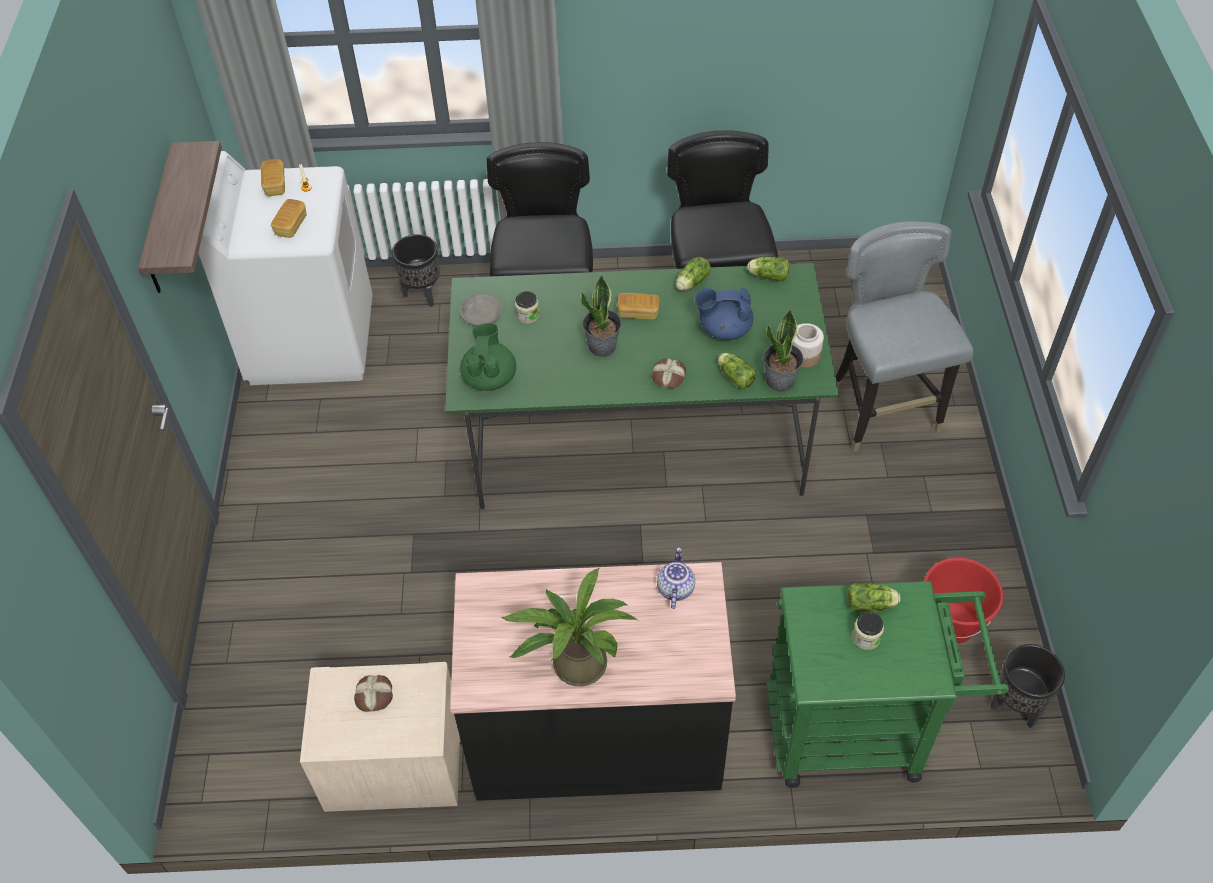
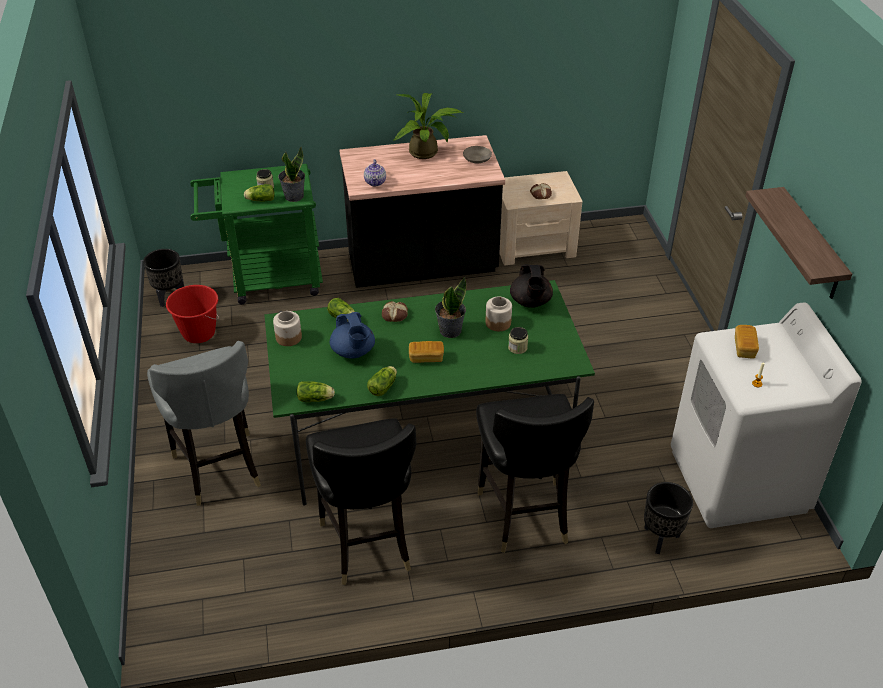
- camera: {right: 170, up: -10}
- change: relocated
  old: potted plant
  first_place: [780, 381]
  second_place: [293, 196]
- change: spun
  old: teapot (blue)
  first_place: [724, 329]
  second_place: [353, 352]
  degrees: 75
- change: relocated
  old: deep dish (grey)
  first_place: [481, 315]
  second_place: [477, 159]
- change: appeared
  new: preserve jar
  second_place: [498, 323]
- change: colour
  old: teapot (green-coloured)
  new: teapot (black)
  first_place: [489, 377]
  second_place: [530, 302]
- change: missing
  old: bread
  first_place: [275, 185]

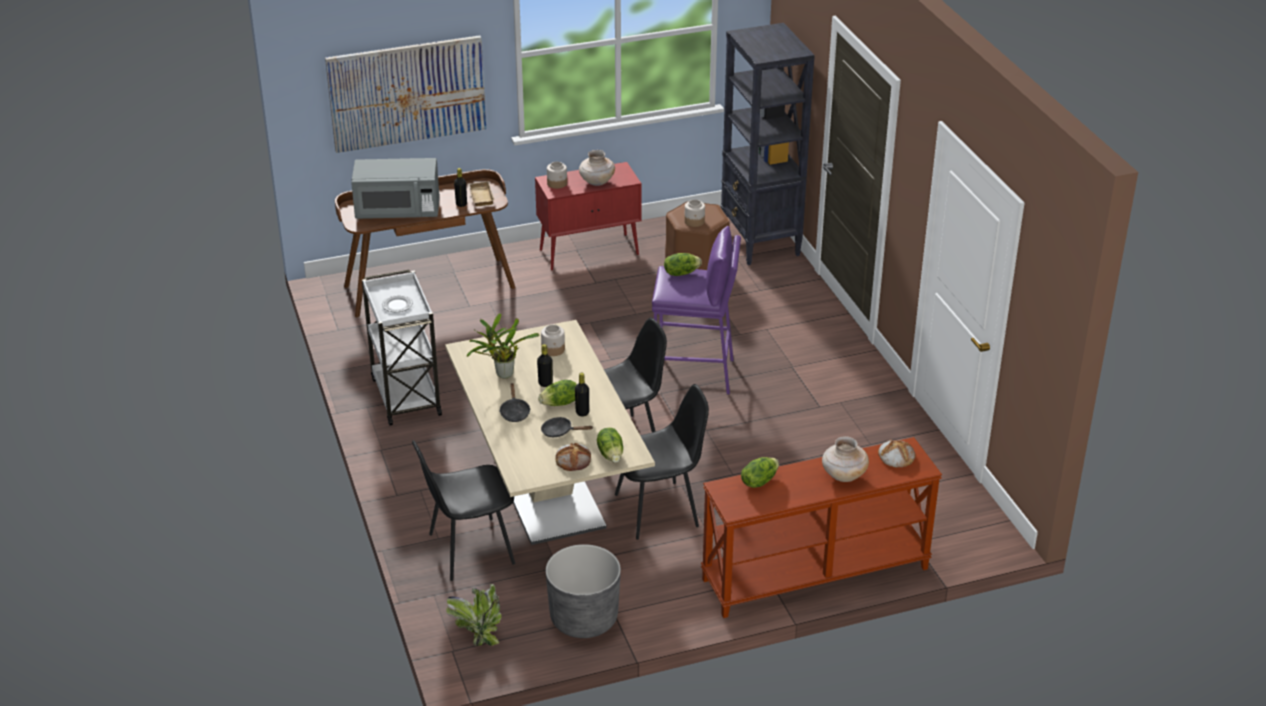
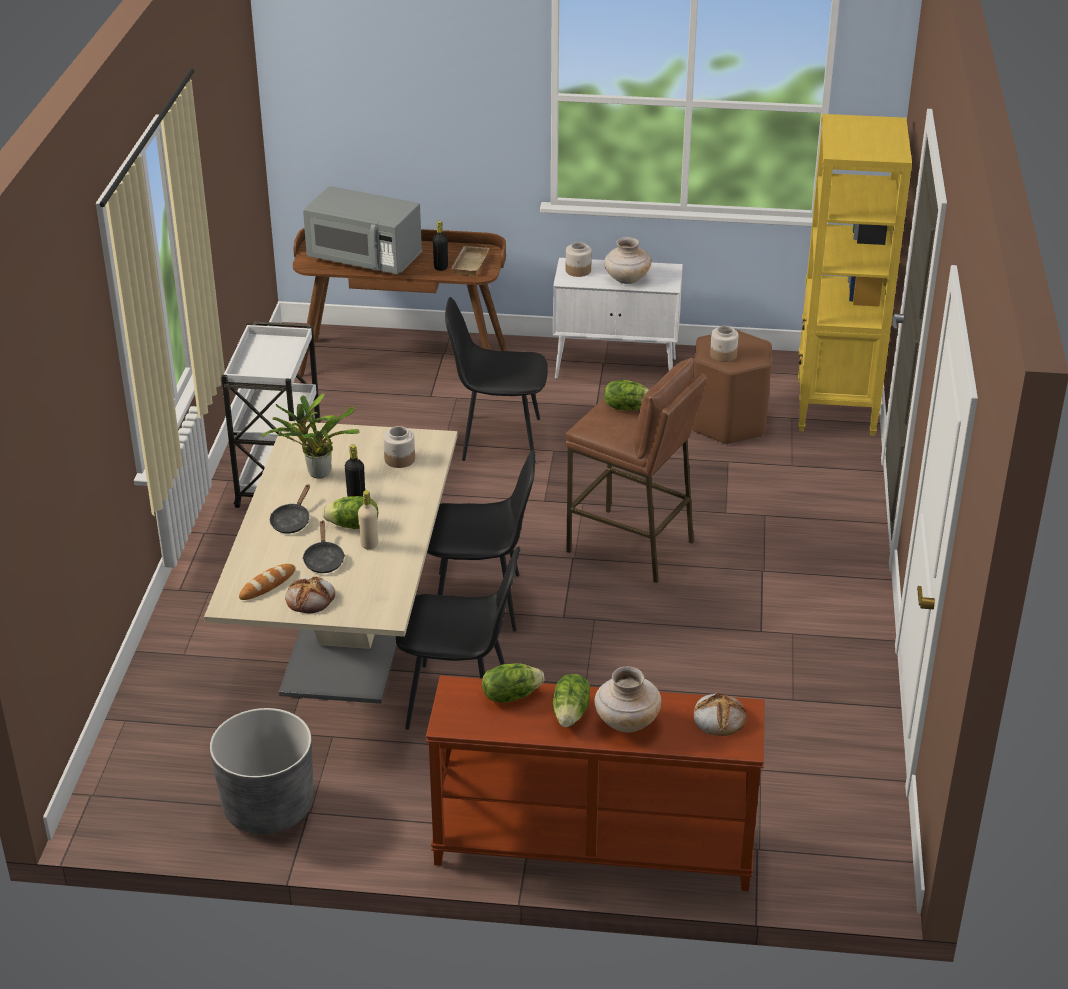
- camera: {right: 25, up: 0}
- change: appeared
  new: bread
  second_place: [267, 585]
- change: spun
  old: skillet (black)
  first_place: [560, 432]
  second_place: [323, 560]
  degrees: -135
- change: colour
  old: beverage bottle (black)
  new: beverage bottle (beige)
  first_place: [582, 412]
  second_place: [369, 544]
- change: relocated
  old: chair (black)
  first_place: [469, 549]
  second_place: [498, 439]
- change: colour
  old: cabinet (red)
  new: cabinet (whitish)
  first_place: [590, 252]
  second_place: [617, 369]
- change: relocated
  old: lettuce
  first_place: [611, 454]
  second_place: [571, 713]
- change: colour
  old: stool seat (purplish)
  new: stool seat (brownish)
  first_place: [694, 375]
  second_place: [631, 546]
- change: colour
  old: bookshelf (black)
  new: bookshelf (yellow-coloured)
  first_place: [760, 243]
  second_place: [835, 408]
- change: missing
  old: wall art
  first_place: [407, 93]
- change: missing
  old: dinner plate
  first_place: [397, 305]
- change: missing
  old: potted plant
  first_place: [478, 631]

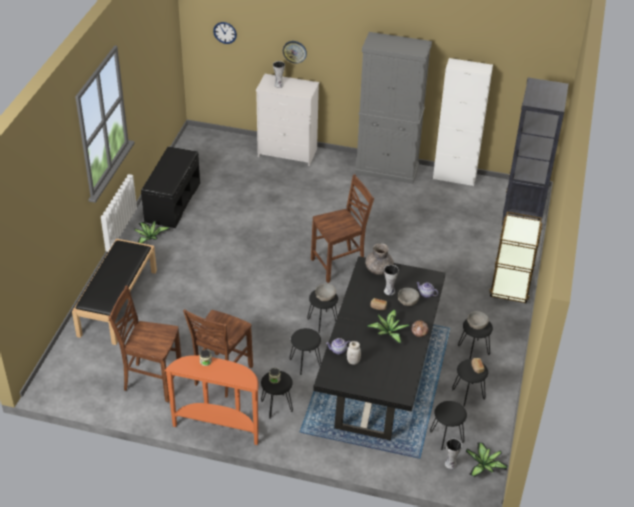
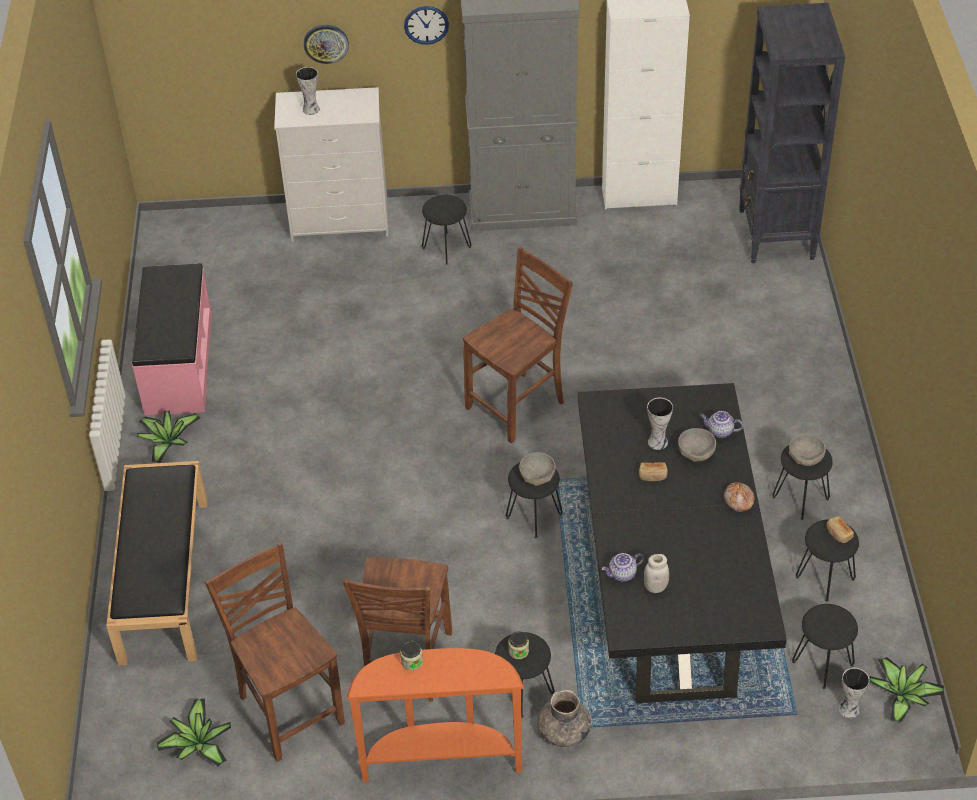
- camera: {right: -15, up: 5}
- change: colour
  old: bench (black)
  new: bench (pink-coloured)
  first_place: [172, 202]
  second_place: [178, 365]
- change: relocated
  old: potted plant
  first_place: [388, 332]
  second_place: [197, 744]
- change: spun
  old: chair (brownish)
  first_place: [151, 381]
  second_place: [289, 709]
  degrees: 60
- change: relocated
  old: clock on the wall
  first_place: [225, 32]
  second_place: [426, 25]
- change: relocated
  old: stool seat (black)
  first_place: [305, 362]
  second_place: [446, 247]
- change: relocated
  old: vase (grey)
  first_place: [378, 269]
  second_place: [564, 731]
- change: missing
  old: cart (brownish)
  first_place: [511, 284]

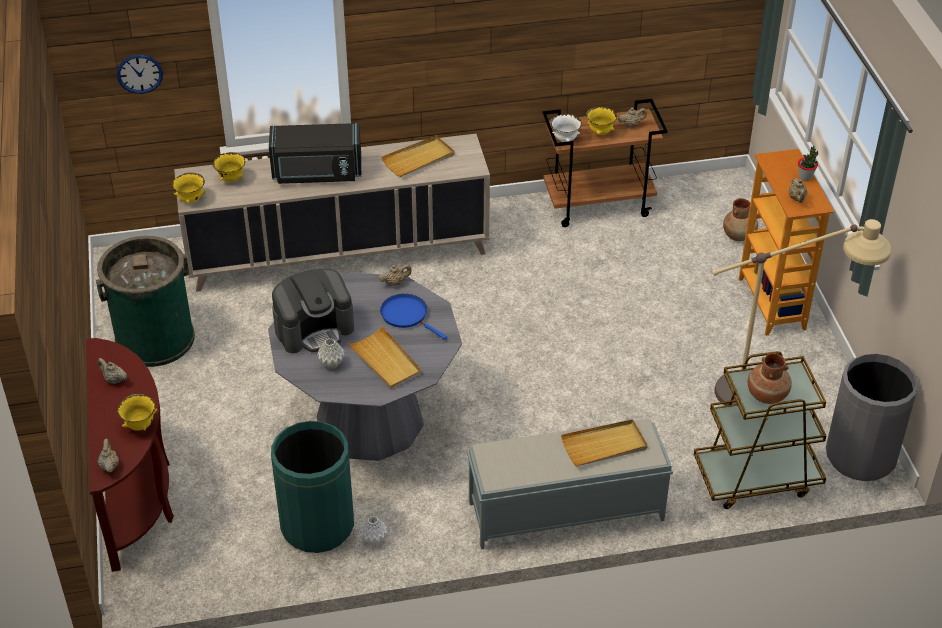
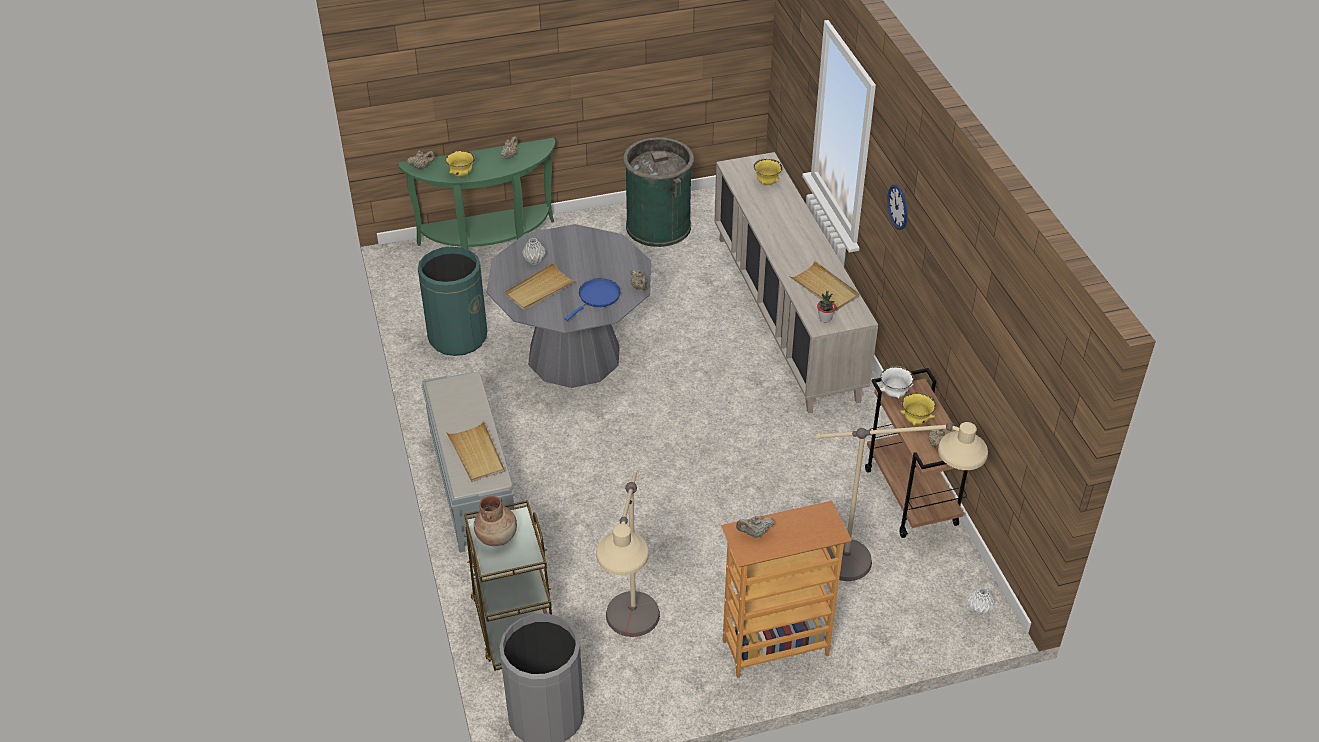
- camera: {right: 85, up: 0}
- change: colour
  old: hall table (brownish)
  new: hall table (green-coloured)
  first_place: [137, 495]
  second_place: [489, 242]
- change: appeared
  new: floor lamp (beige)
  second_place: [880, 574]
- change: relocated
  old: potted plant
  first_place: [805, 177]
  second_place: [825, 318]
- change: relocated
  old: clock on the wall
  first_place: [139, 73]
  second_place: [898, 207]
- change: relocated
  old: vase (whitish)
  first_place: [373, 539]
  second_place: [979, 609]
- change: missing
  old: deep dish (yellow-coloured)
  first_place: [191, 200]
- change: missing
  old: kitchen microwave (black)
  first_place: [317, 173]
- change: missing
  old: coffee machine
  first_place: [314, 329]
- change: missing
  old: vase (brownish)
  first_place: [739, 235]

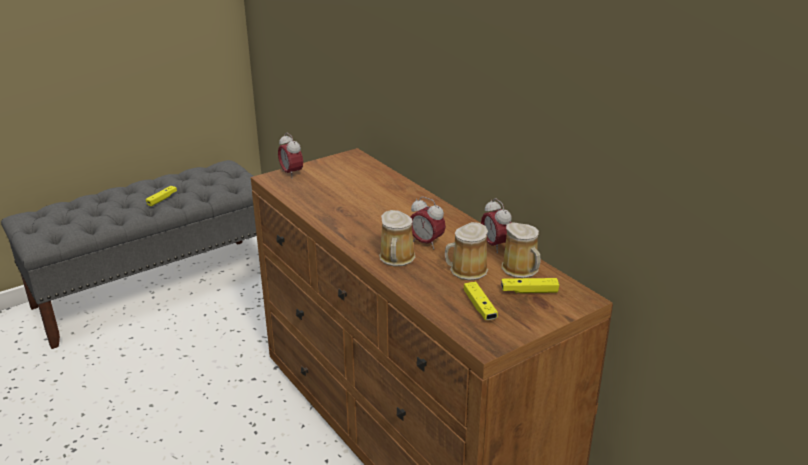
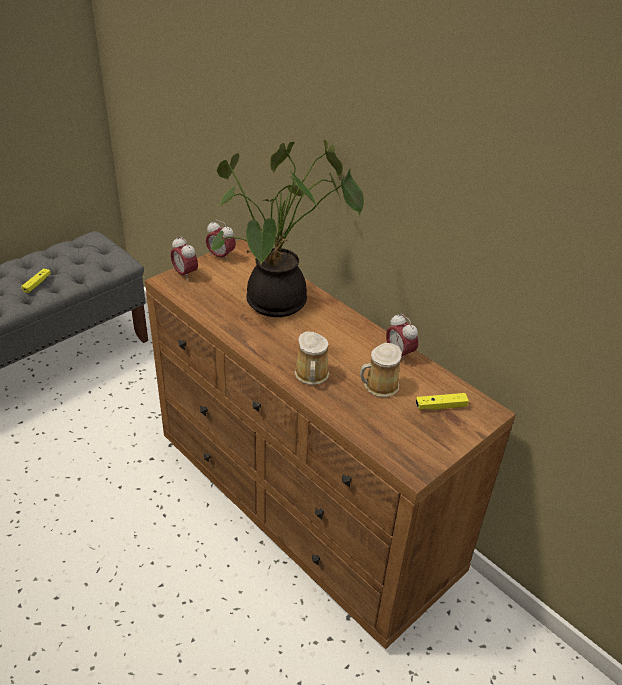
- camera: {right: -10, up: 10}
- change: relocated
  old: bedside clock
  first_place: [426, 243]
  second_place: [221, 256]
- change: appeared
  new: potted plant
  second_place: [277, 305]
- change: missing
  old: joypad (yellow-coloured)
  first_place: [479, 307]
- change: missing
  old: mug
  first_place: [521, 270]

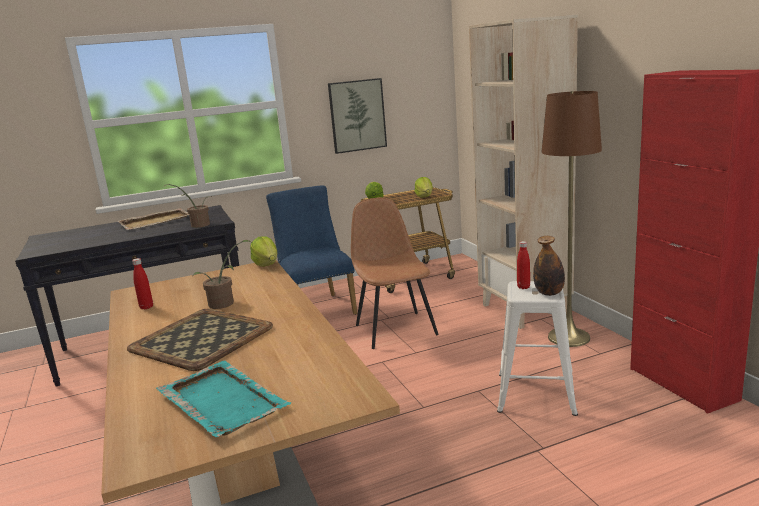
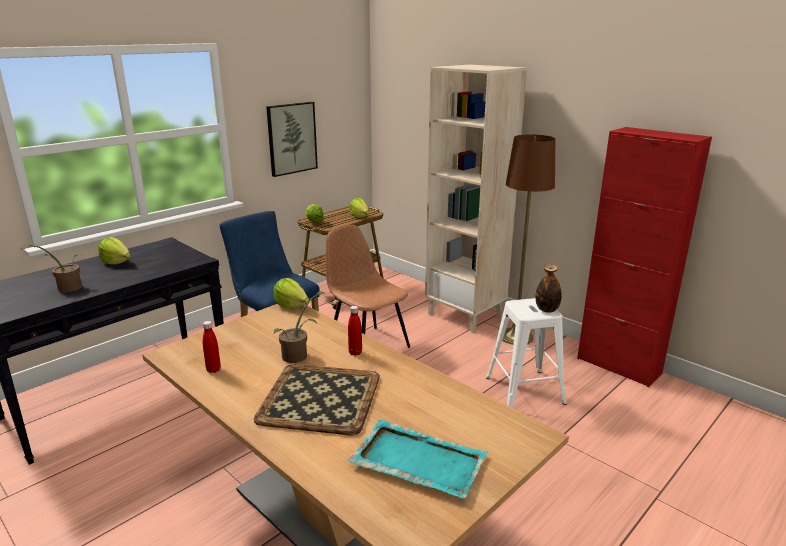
- camera: {right: -25, up: 5}
- change: relocated
  old: potted plant
  first_place: [197, 225]
  second_place: [66, 288]
- change: exchanged
  old: carrying tray (beige)
  new: lettuce
  first_place: [156, 221]
  second_place: [116, 262]
- change: relocated
  old: beverage bottle (red)
  first_place: [523, 287]
  second_place: [355, 352]

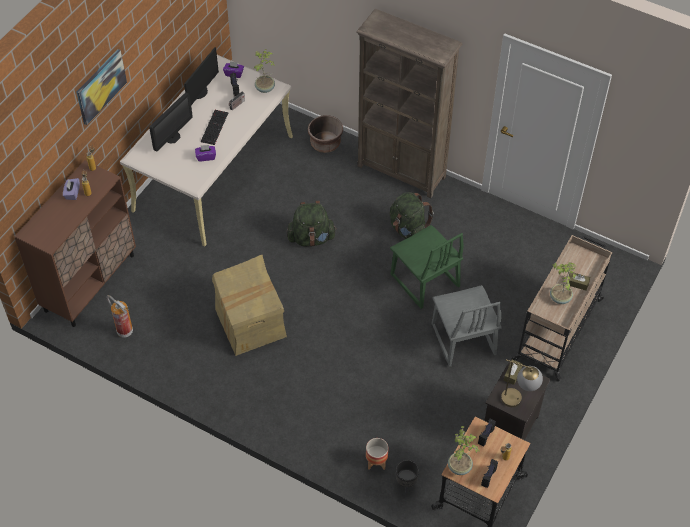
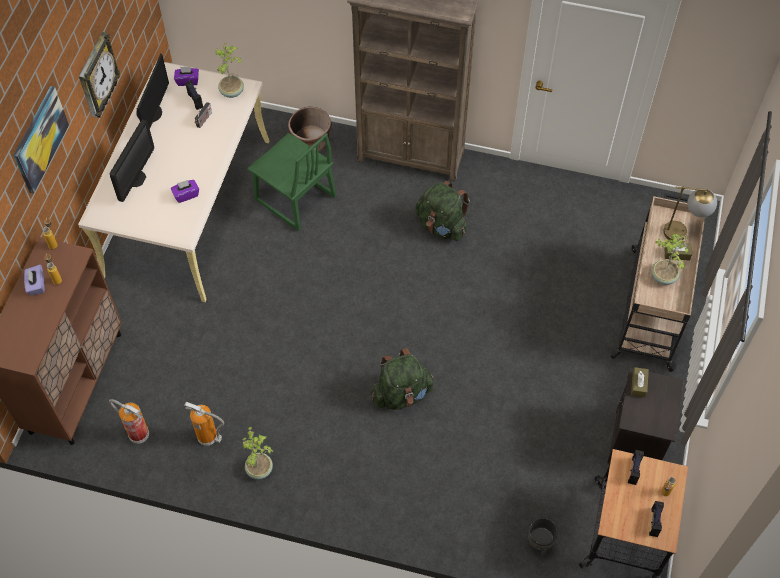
- camera: {right: -15, up: 5}
- change: appeared
  new: clock on the wall
  second_place: [97, 77]
- change: appeared
  new: fire extinguisher
  second_place: [209, 437]
- change: relocated
  old: potted plant
  first_place: [460, 467]
  second_place: [260, 469]
- change: relocated
  old: chair (green-coloured)
  first_place: [424, 281]
  second_place: [295, 199]
- change: relocated
  old: backpack (green-coloured)
  first_place: [311, 238]
  second_place: [402, 394]
- change: relocated
  old: lamp for a table
  first_place: [518, 400]
  second_place: [683, 233]
- change: missing
  old: PC keyboard
  first_place: [214, 127]
- change: missing
  old: carton
  first_place: [250, 323]
- change: missing
  old: planter
  first_place: [376, 462]
- change: missing
  old: chair (grey)
  first_place: [462, 340]

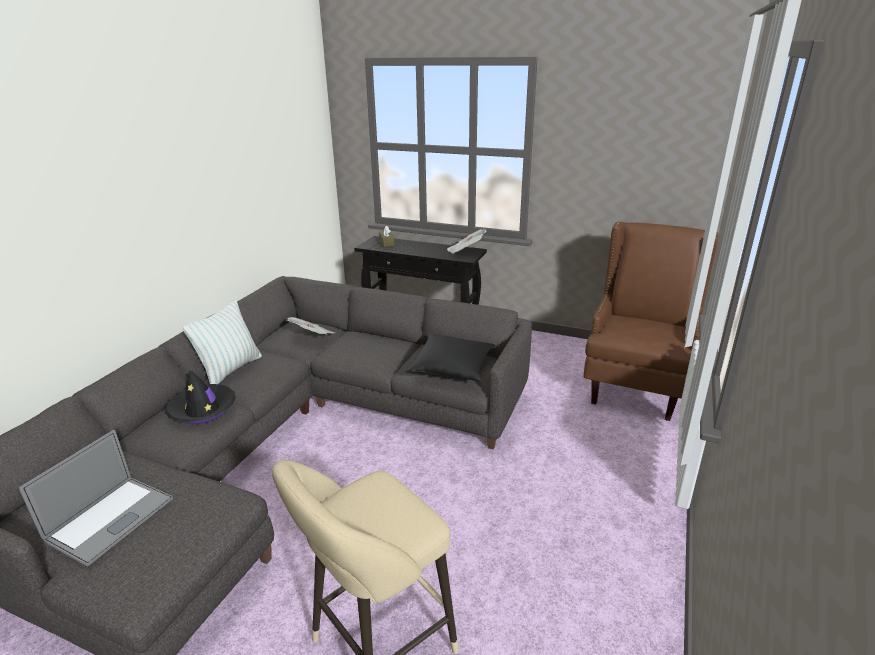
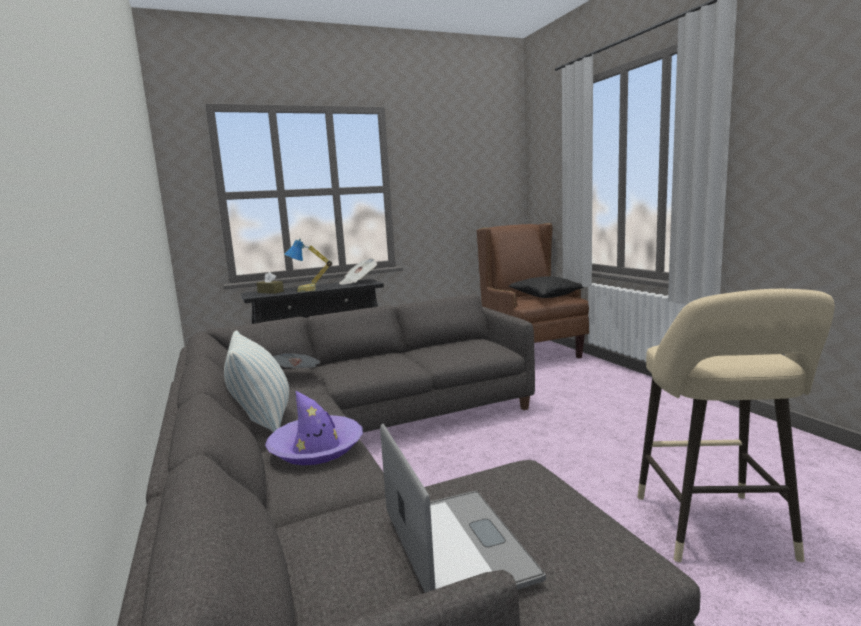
- camera: {right: -45, up: -15}
- change: colour
  old: hat (black)
  new: hat (purplish)
  first_place: [203, 410]
  second_place: [316, 448]
- change: appeared
  new: lamp for a table
  second_place: [307, 290]
- change: relocated
  old: throw pillow (black)
  first_place: [452, 368]
  second_place: [546, 296]

